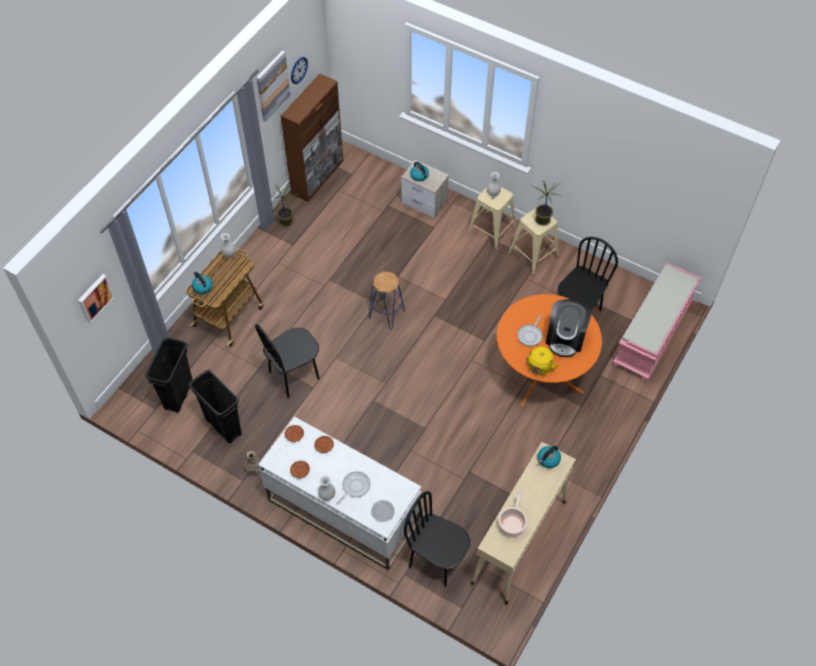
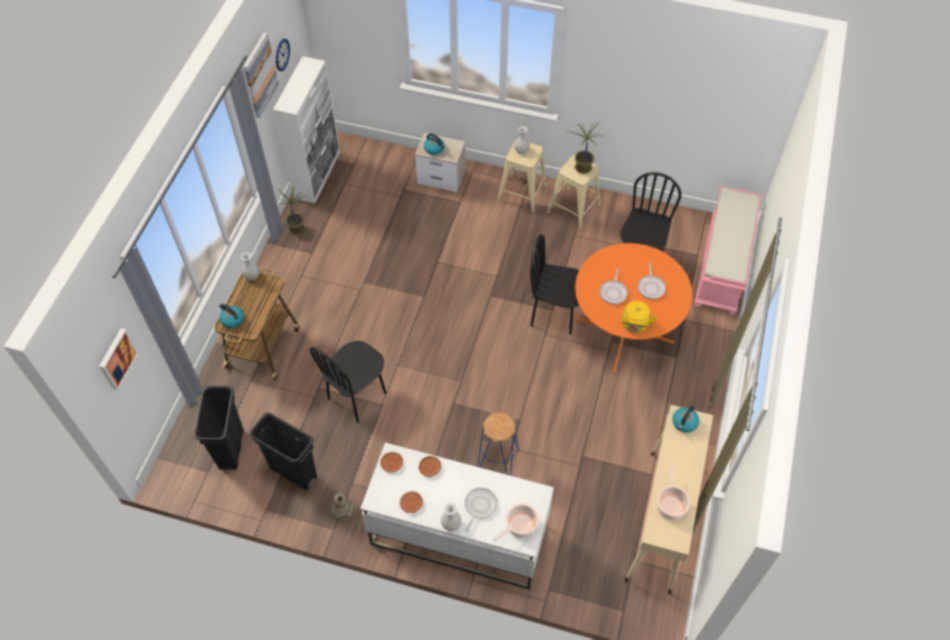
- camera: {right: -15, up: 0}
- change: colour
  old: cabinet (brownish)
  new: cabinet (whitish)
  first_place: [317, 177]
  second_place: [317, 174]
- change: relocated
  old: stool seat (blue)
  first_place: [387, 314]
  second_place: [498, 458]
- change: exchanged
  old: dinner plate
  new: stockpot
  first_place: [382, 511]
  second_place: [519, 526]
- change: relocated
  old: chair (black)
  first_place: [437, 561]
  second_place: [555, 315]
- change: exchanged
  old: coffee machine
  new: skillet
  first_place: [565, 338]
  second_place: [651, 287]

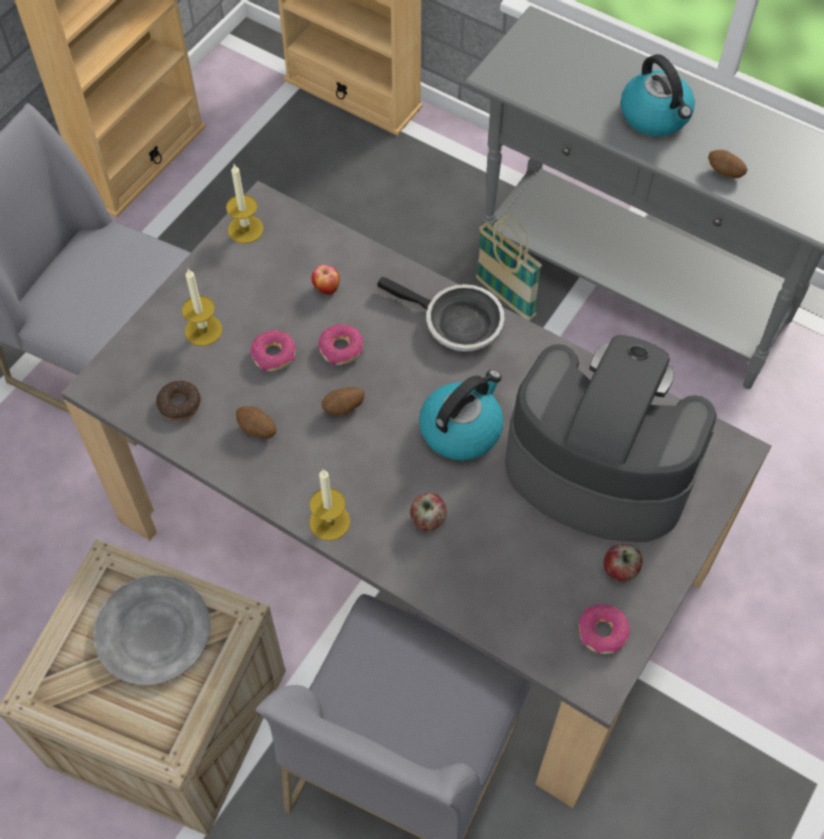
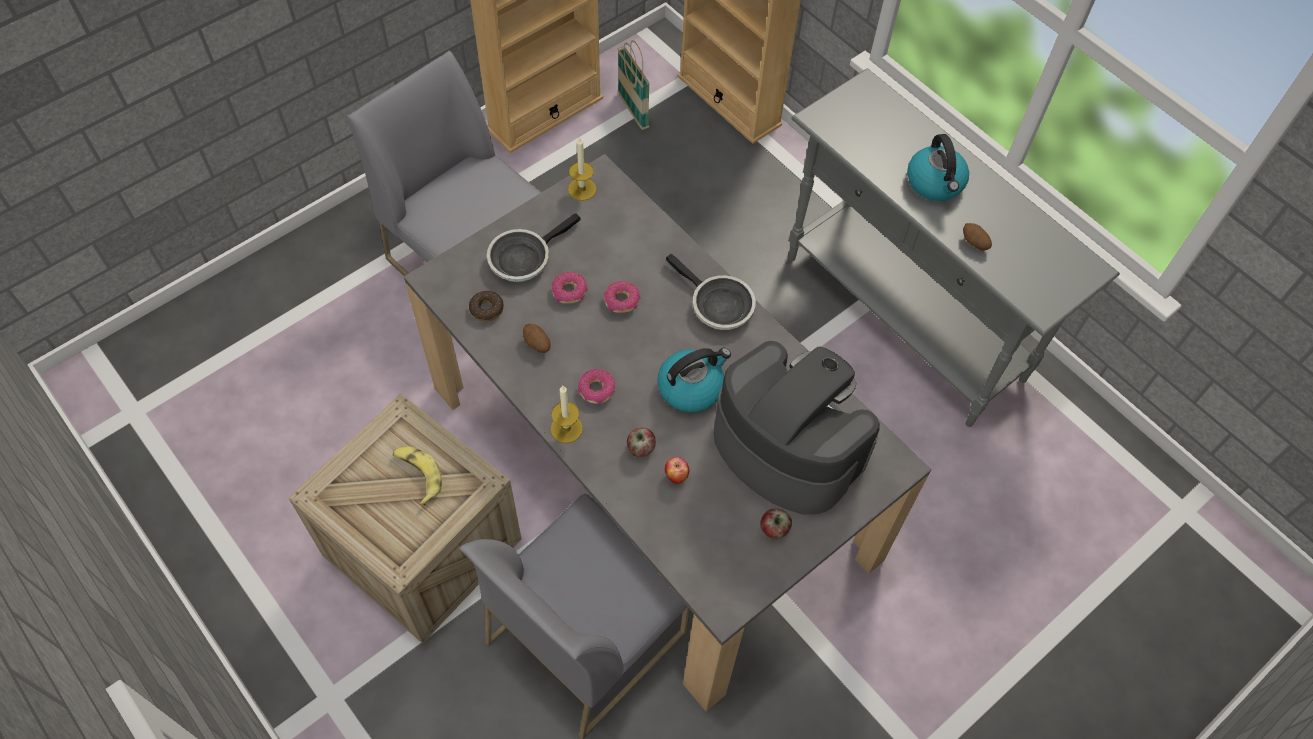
- camera: {right: 15, up: 0}
- change: exchanged
  old: dinner plate (grey)
  new: whole banana
  first_place: [152, 633]
  second_place: [418, 475]
- change: exchanged
  old: wax light
  new: skillet
  first_place: [203, 330]
  second_place: [523, 258]
- change: relocated
  old: doughnut
  first_place: [602, 633]
  second_place: [596, 390]
- change: relocated
  old: household basket
  first_place: [505, 297]
  second_place: [633, 111]
- change: relocated
  old: apple
  first_place: [326, 289]
  second_place: [676, 476]
- change: missing
  old: spud
  first_place: [344, 408]

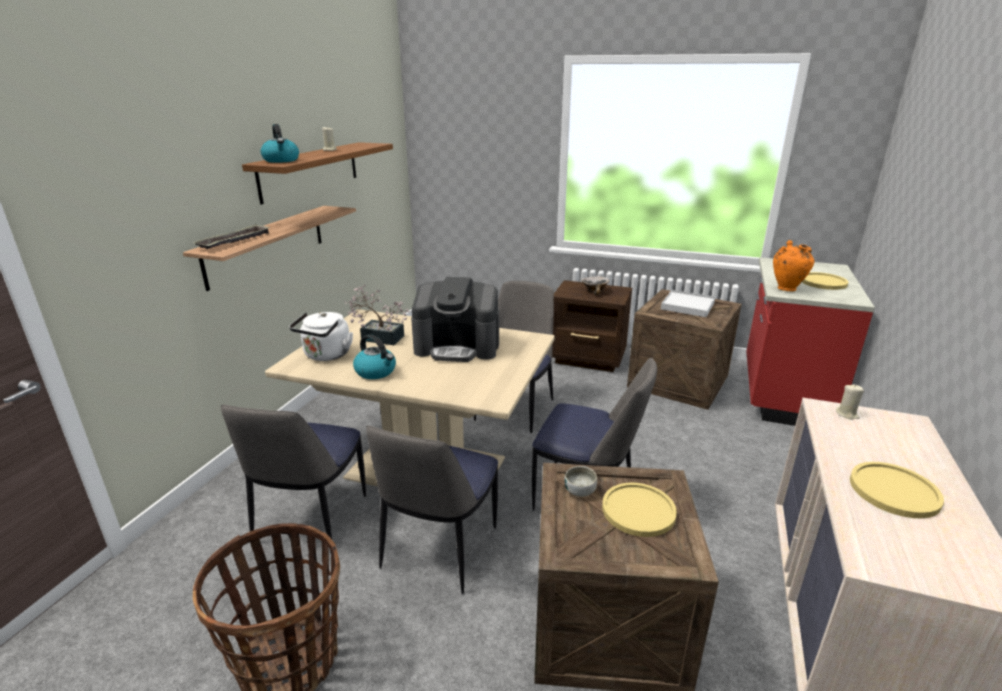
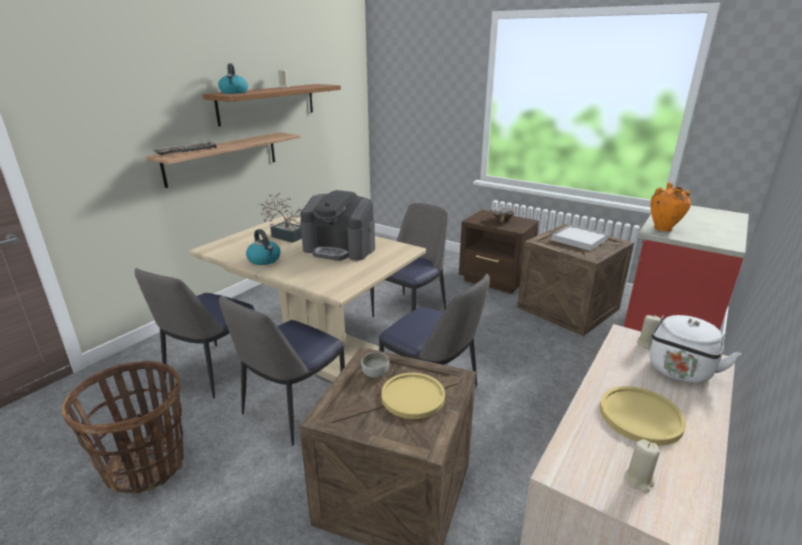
- camera: {right: 15, up: 0}
- change: appeared
  new: wax light (beige)
  second_place: [639, 480]
- change: relocated
  old: tea kettle (whitish)
  first_place: [326, 355]
  second_place: [679, 372]
- change: missing
  old: dinner plate (yellow-coloured)
  first_place: [823, 282]

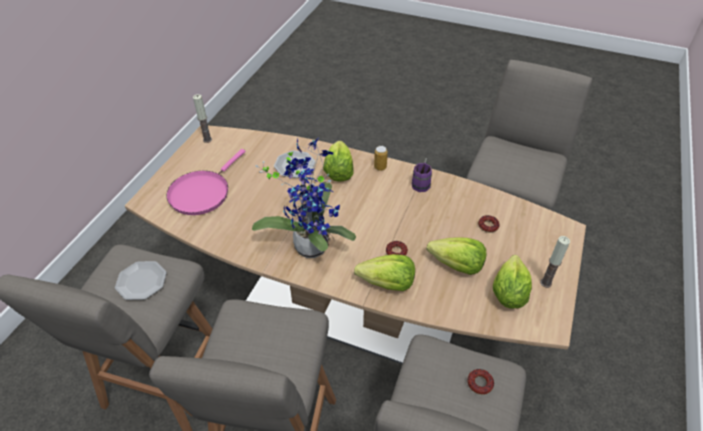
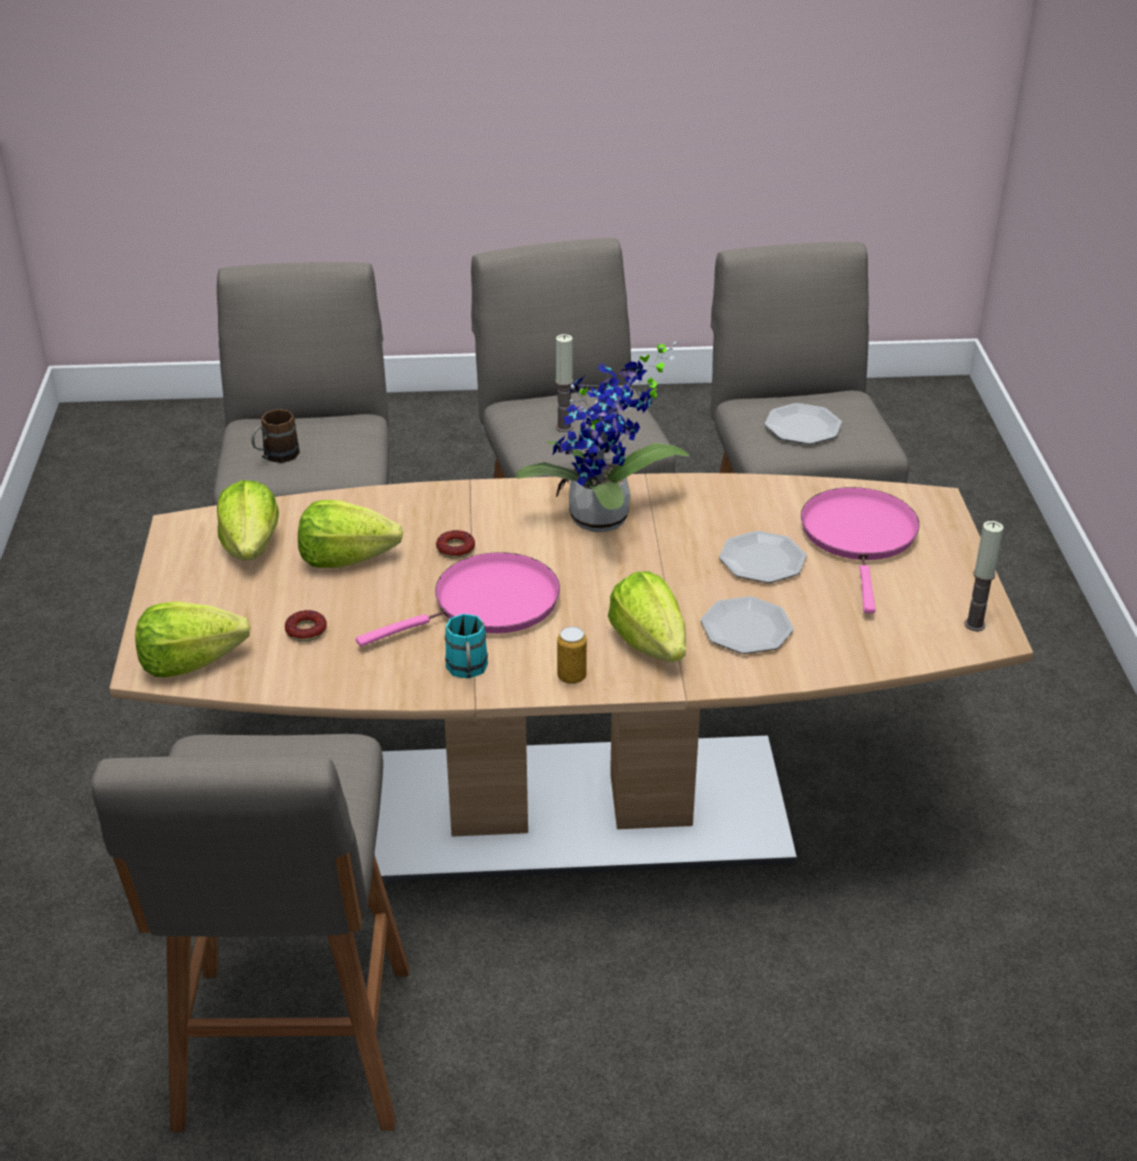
- camera: {right: 155, up: -10}
- change: relocated
  old: lettuce
  first_place: [387, 284]
  second_place: [190, 662]
- change: exchanged
  old: doughnut
  new: mug (brownish)
  first_place: [480, 383]
  second_place: [275, 457]
- change: appeared
  new: skillet (pink-coloured)
  second_place: [489, 604]
- change: colour
  old: mug (purplish)
  new: mug (turquoise-coloured)
  first_place: [421, 182]
  second_place: [467, 672]
- change: relocated
  old: wax light
  first_place: [546, 283]
  second_place: [564, 427]
- change: appeared
  new: dinner plate
  second_place: [762, 560]

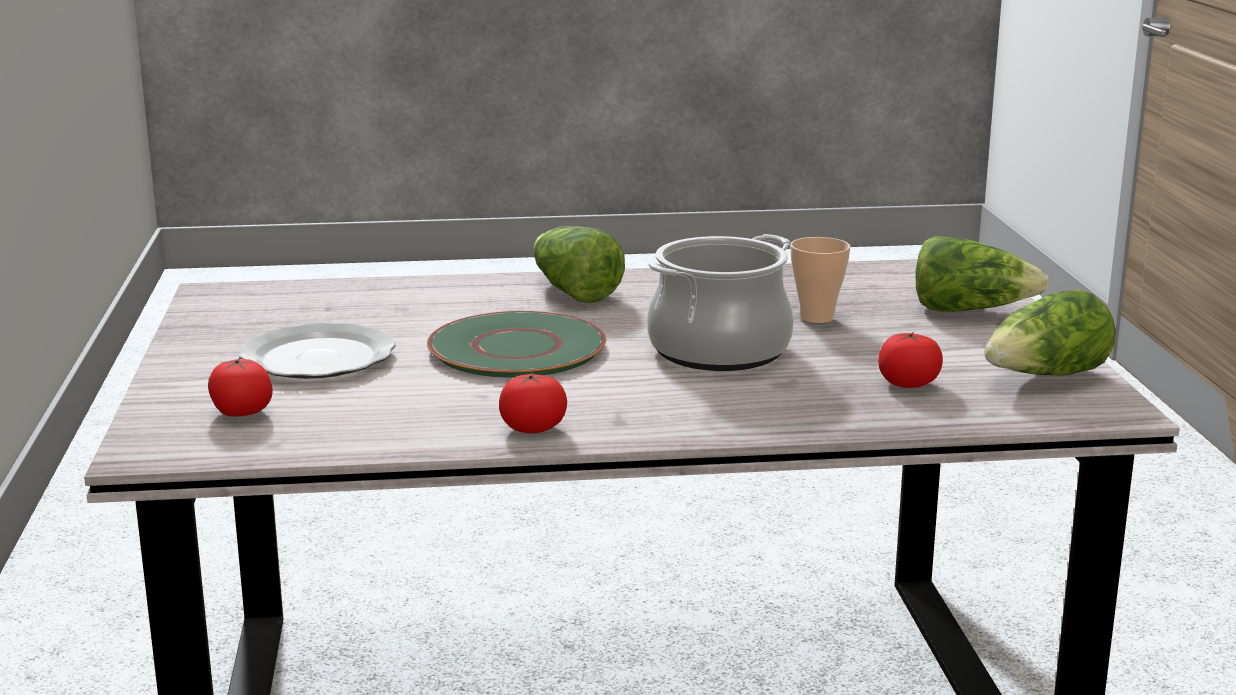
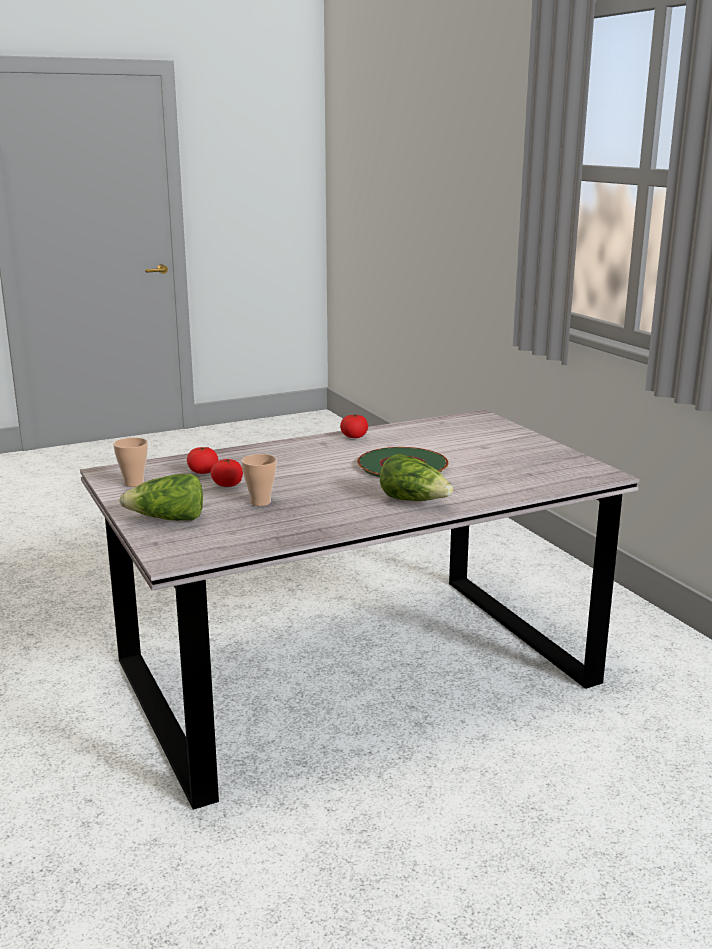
- camera: {right: 160, up: 0}
- change: exchanged
  old: lettuce
  new: small cup
  first_place: [1045, 377]
  second_place: [134, 483]
- change: relocated
  old: whole tomato
  first_place: [241, 413]
  second_place: [227, 484]
- change: missing
  old: dinner plate
  first_place: [318, 359]
- change: missing
  old: stockpot
  first_place: [719, 351]

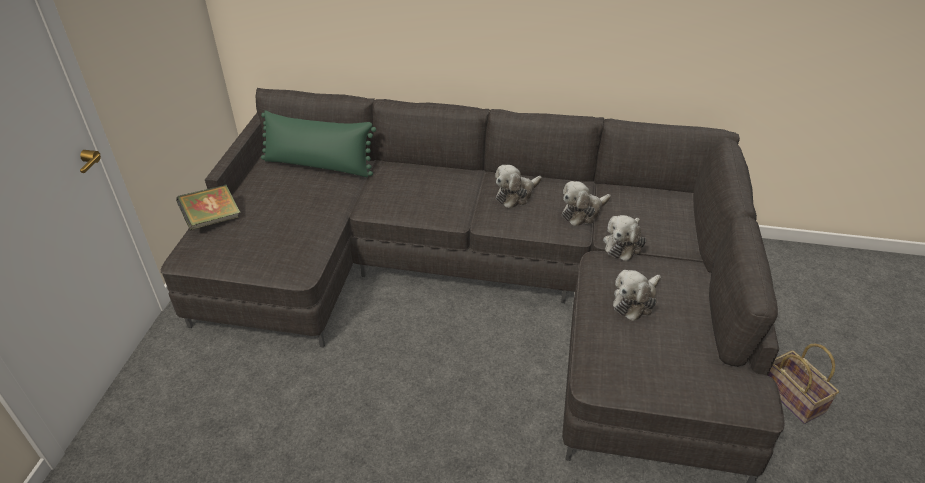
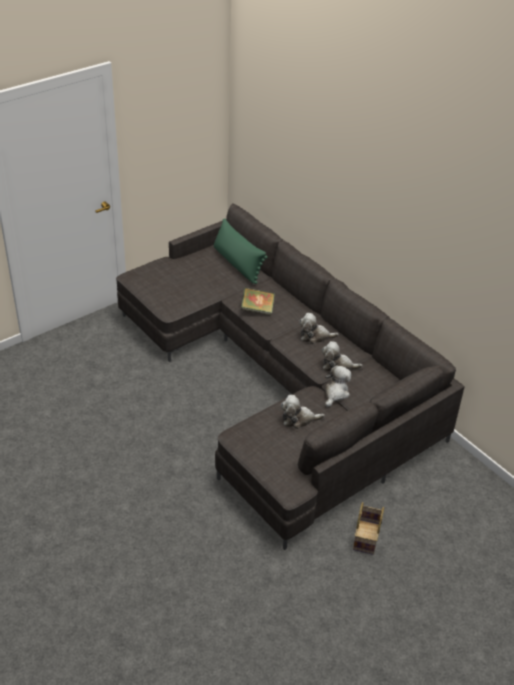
- camera: {right: 40, up: 0}
- change: relocated
  old: book
  first_place: [212, 220]
  second_place: [257, 309]
- change: spun
  old: soft toy
  first_place: [623, 244]
  second_place: [335, 393]
  degrees: 135

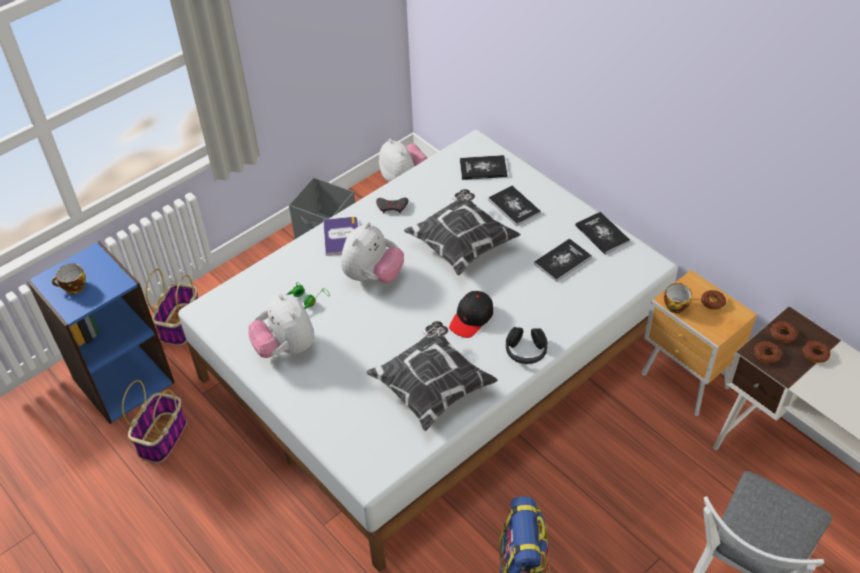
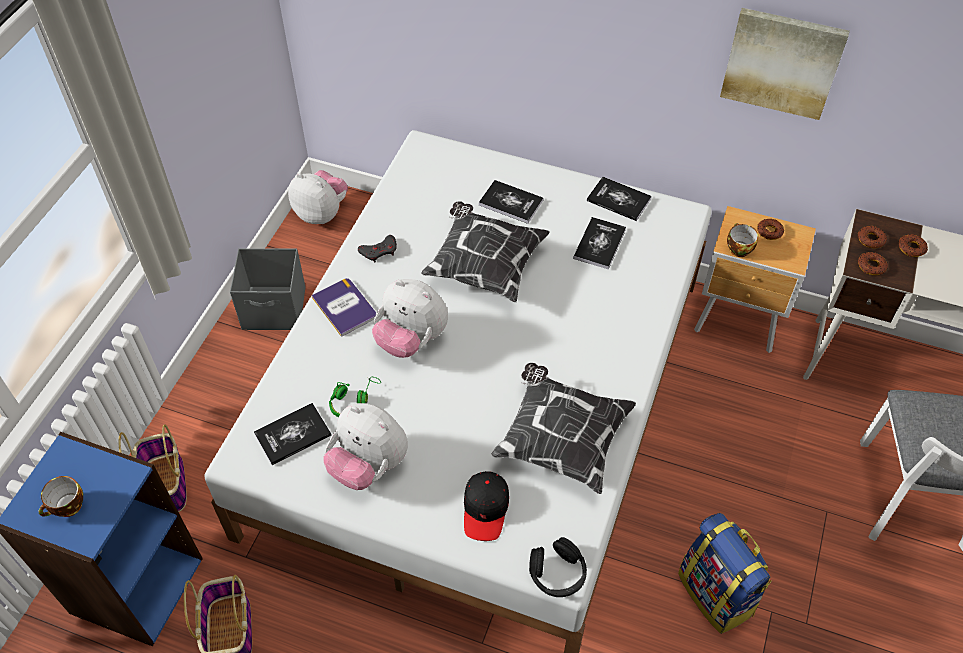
- camera: {right: -30, up: 5}
- change: relocated
  old: book
  first_place: [483, 168]
  second_place: [293, 434]
- change: spun
  old: soft toy
  first_place: [372, 276]
  second_place: [411, 339]
  degrees: 120
- change: relocated
  old: cap (black)
  first_place: [471, 318]
  second_place: [485, 509]
- change: relocated
  old: headphones (black)
  first_place: [526, 351]
  second_place: [557, 573]
- change: appeared
  new: wall art
  second_place: [782, 62]

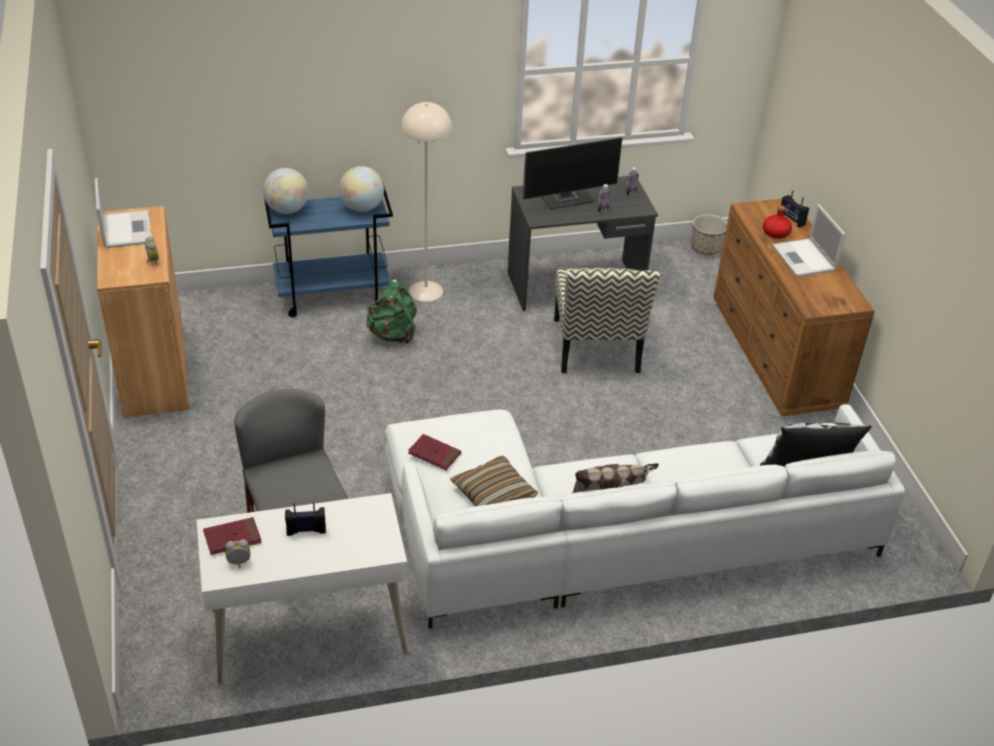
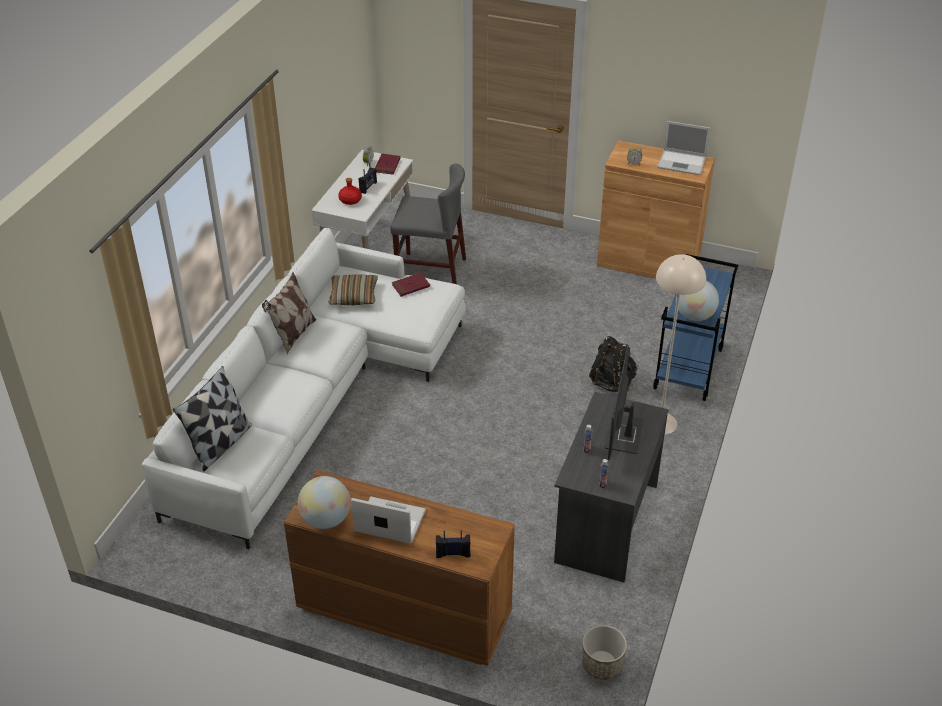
- camera: {right: 125, up: 0}
- change: relocated
  old: globe
  first_place: [287, 210]
  second_place: [326, 520]
- change: relocated
  old: beverage bottle (red)
  first_place: [775, 233]
  second_place: [350, 200]
- change: colour
  old: backpack (green-coloured)
  new: backpack (black)
  first_place: [393, 335]
  second_place: [612, 382]
- change: missing
  old: chair
  first_place: [596, 346]

